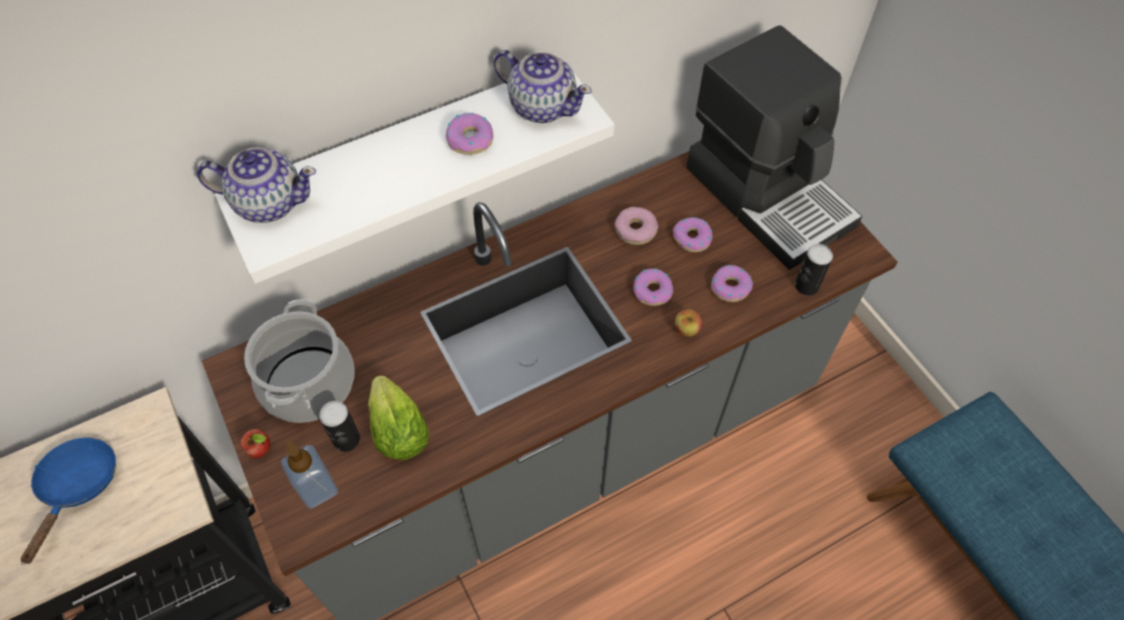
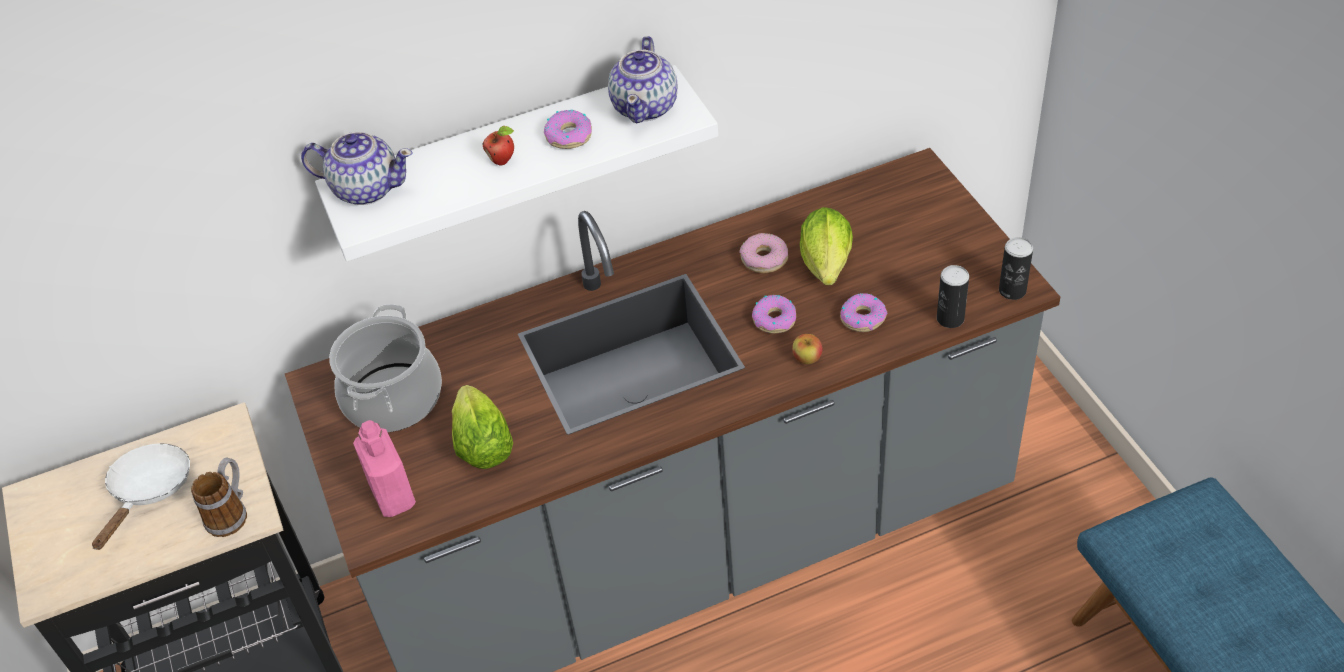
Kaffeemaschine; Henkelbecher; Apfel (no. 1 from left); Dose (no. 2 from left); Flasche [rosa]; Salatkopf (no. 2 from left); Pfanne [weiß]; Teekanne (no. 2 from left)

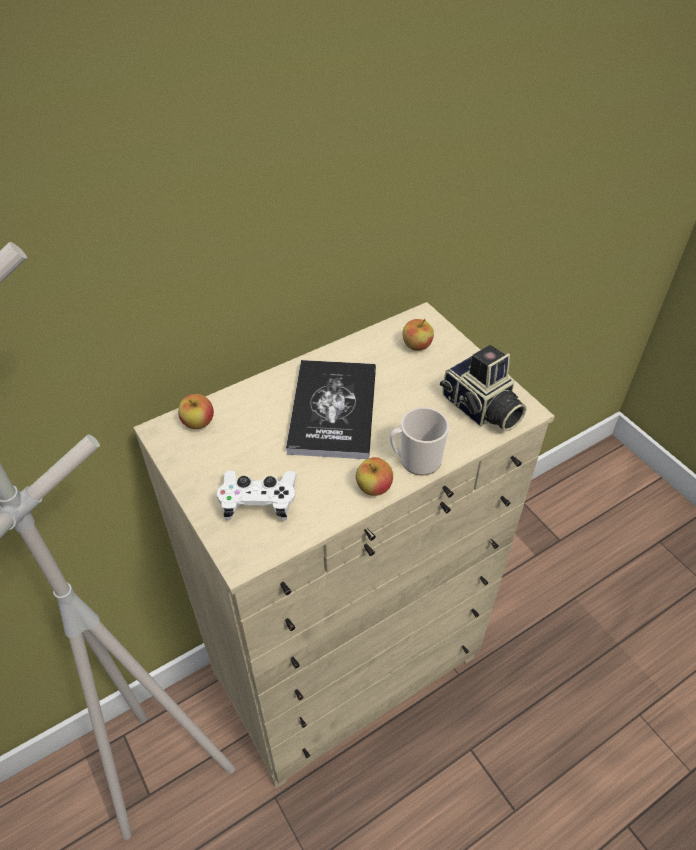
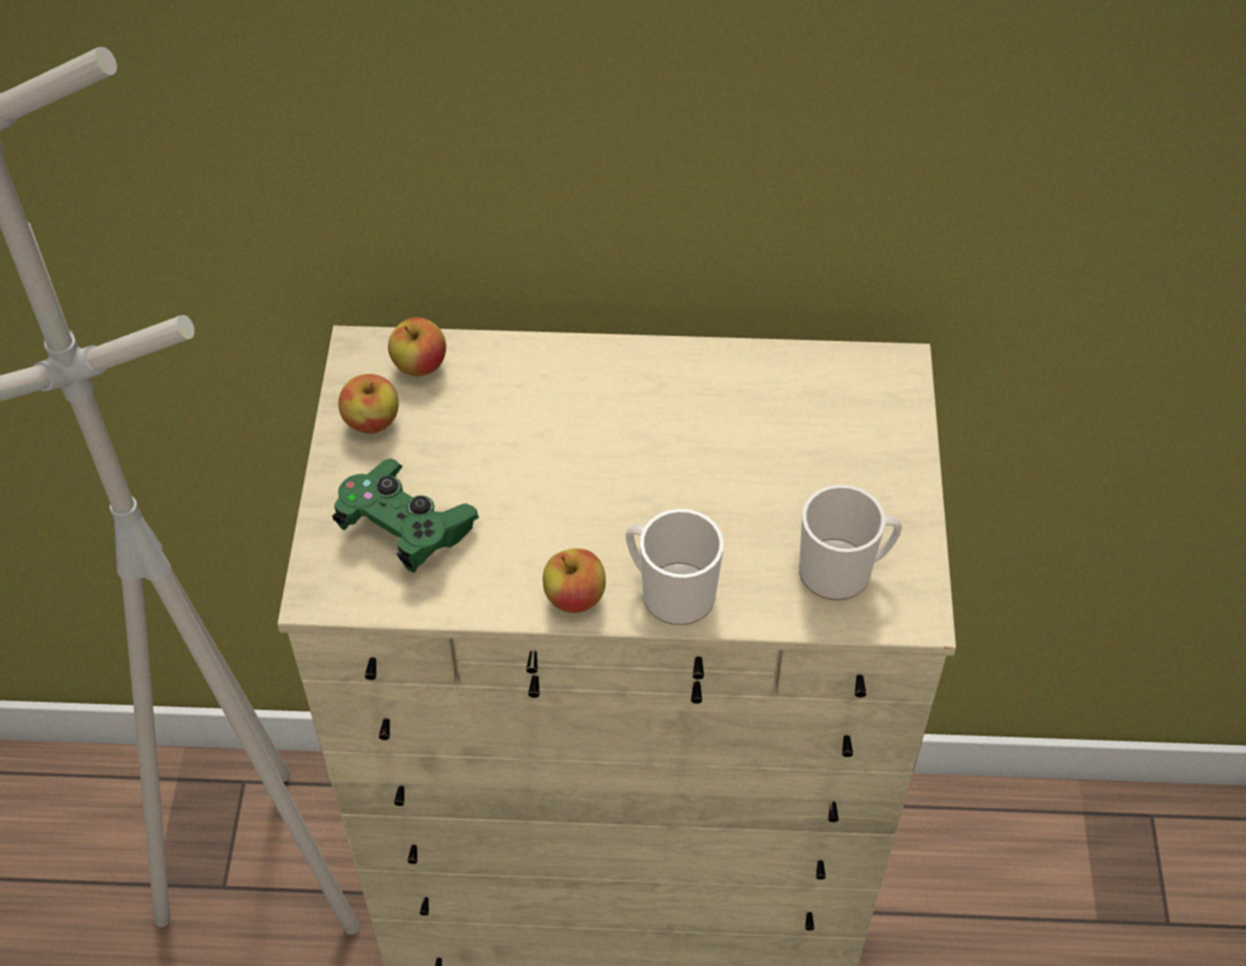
Buch; Apfel (no. 1 from left); Henkelbecher (no. 2 from left); Gamepad [grün]

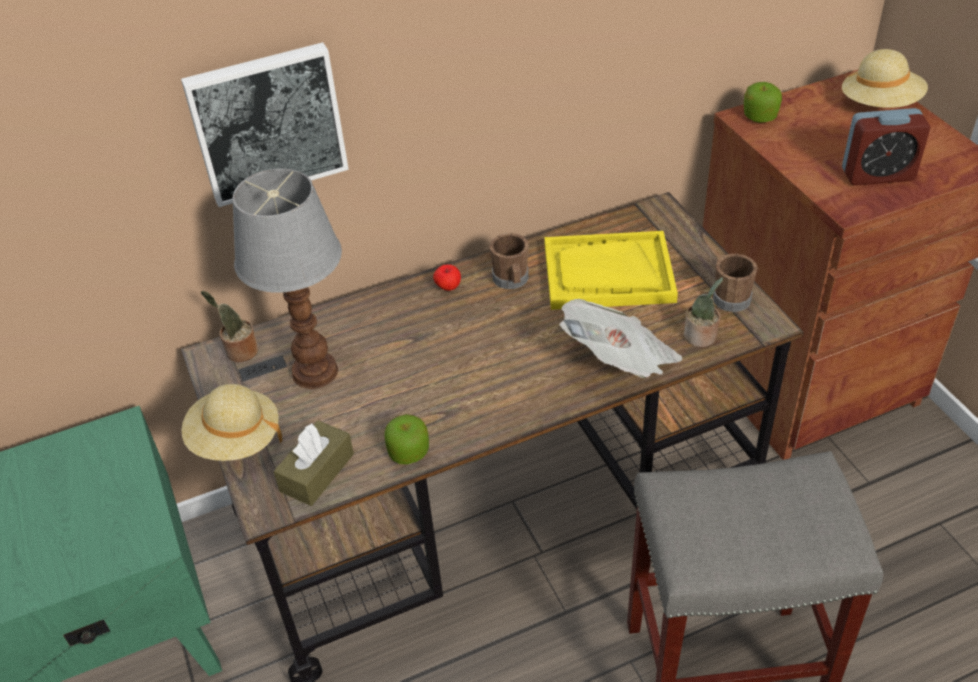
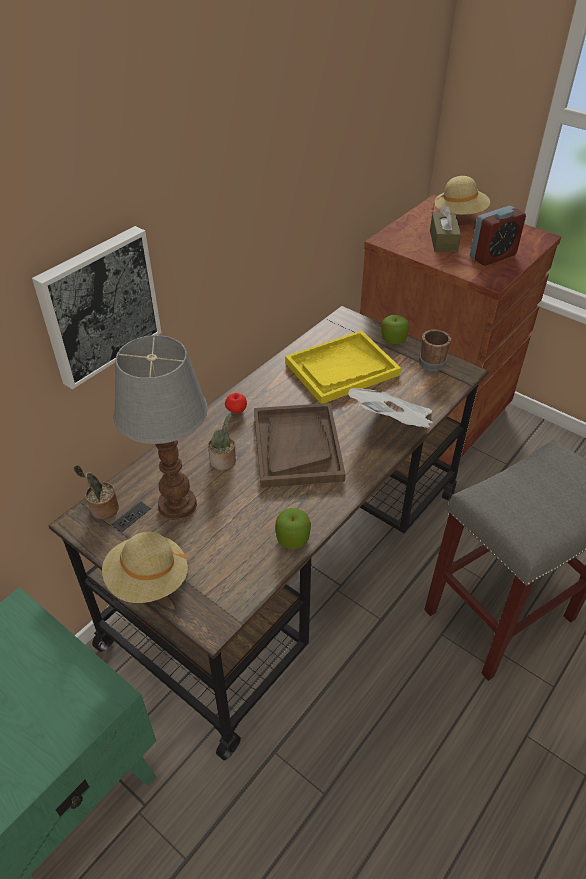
Henkelbecher [braun] (no. 1 from left in the first image); Tablett [braun]; Taschentuchbox [braun]; Topfpflanze (no. 2 from left); Apfel (no. 3 from left)

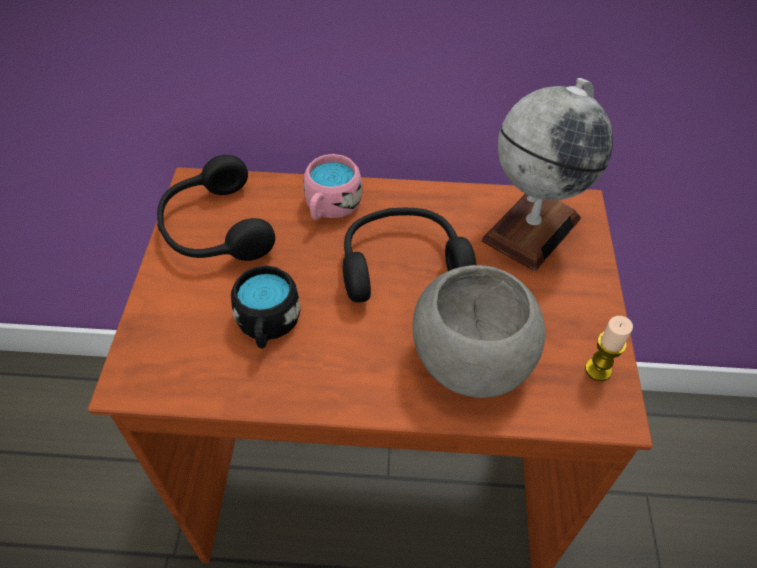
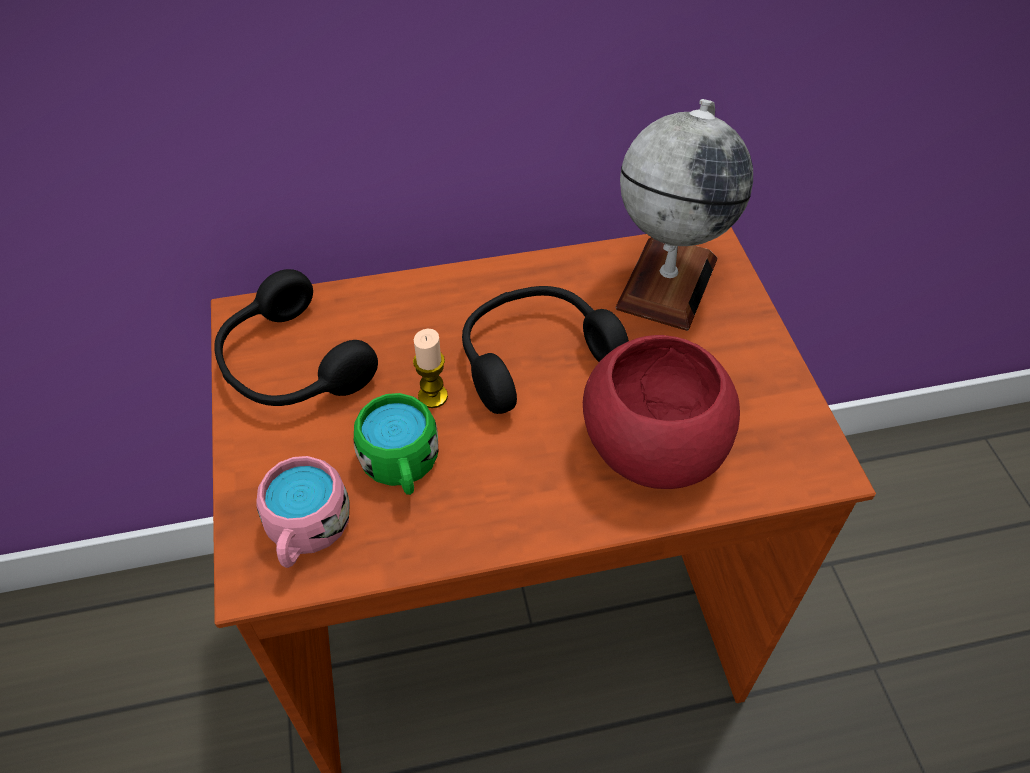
Henkelbecher [rosa]; Kerze; Henkelbecher [grün]; Schüssel [rot]

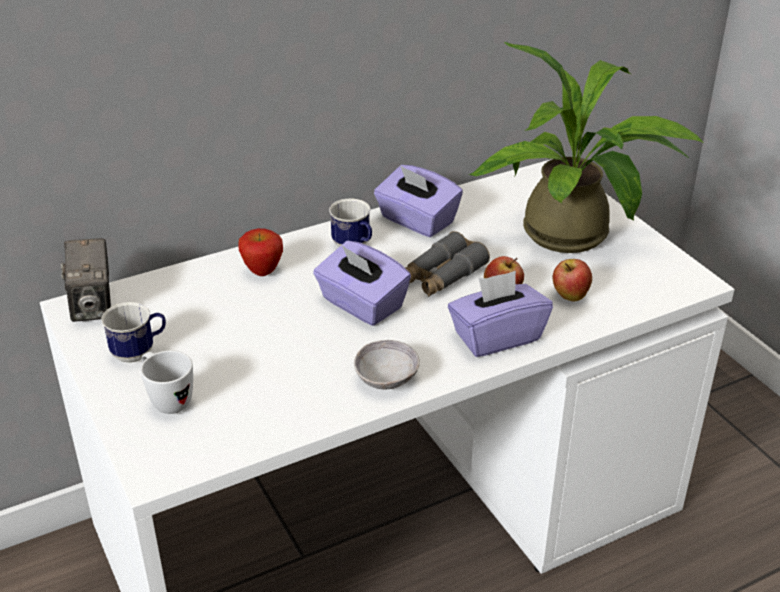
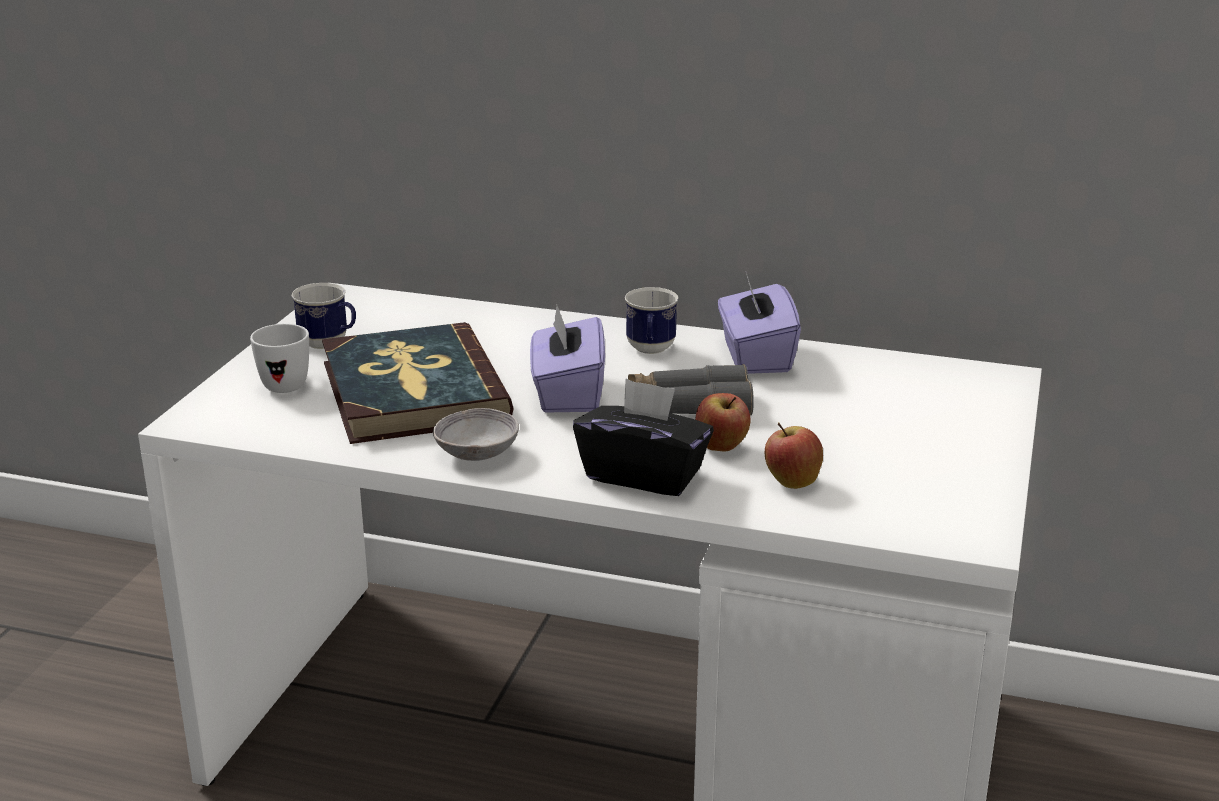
Kamera; Apfel (no. 1 from left in the first image); Topfpflanze; Buch; Taschentuchbox [schwarz]

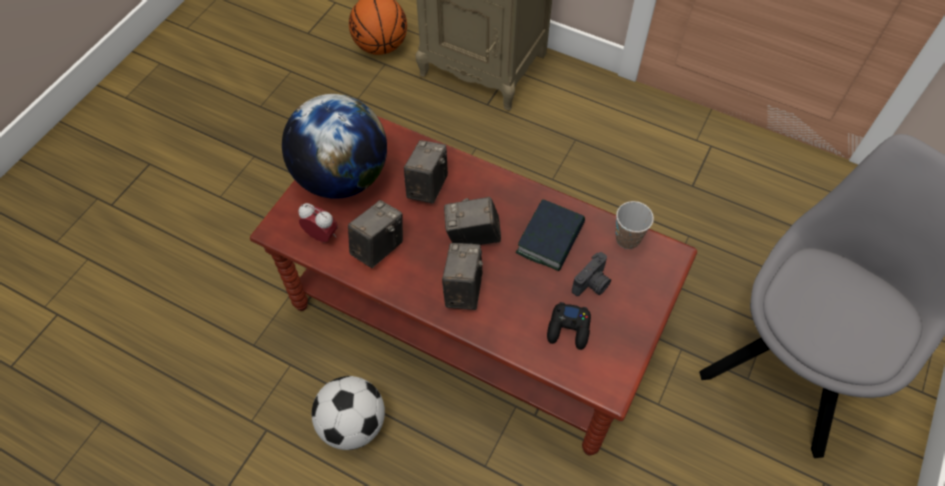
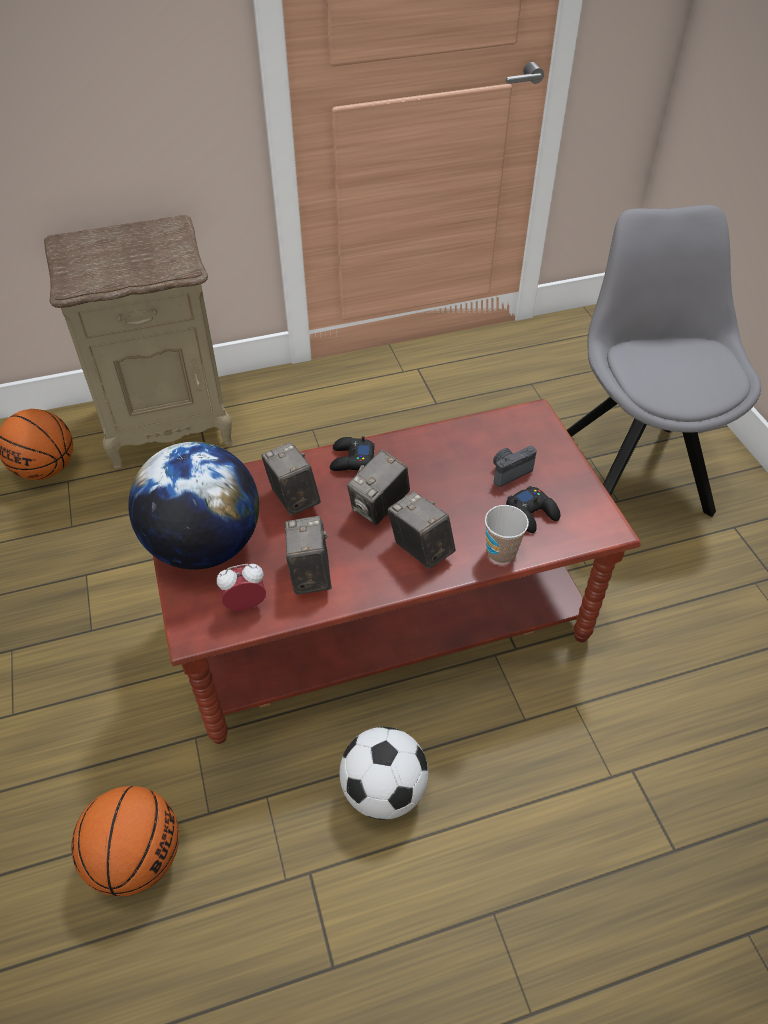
Buch; Basketball (no. 2 from left); Gamepad [schwarz] (no. 1 from left); Tasse; Kamera (no. 5 from left)

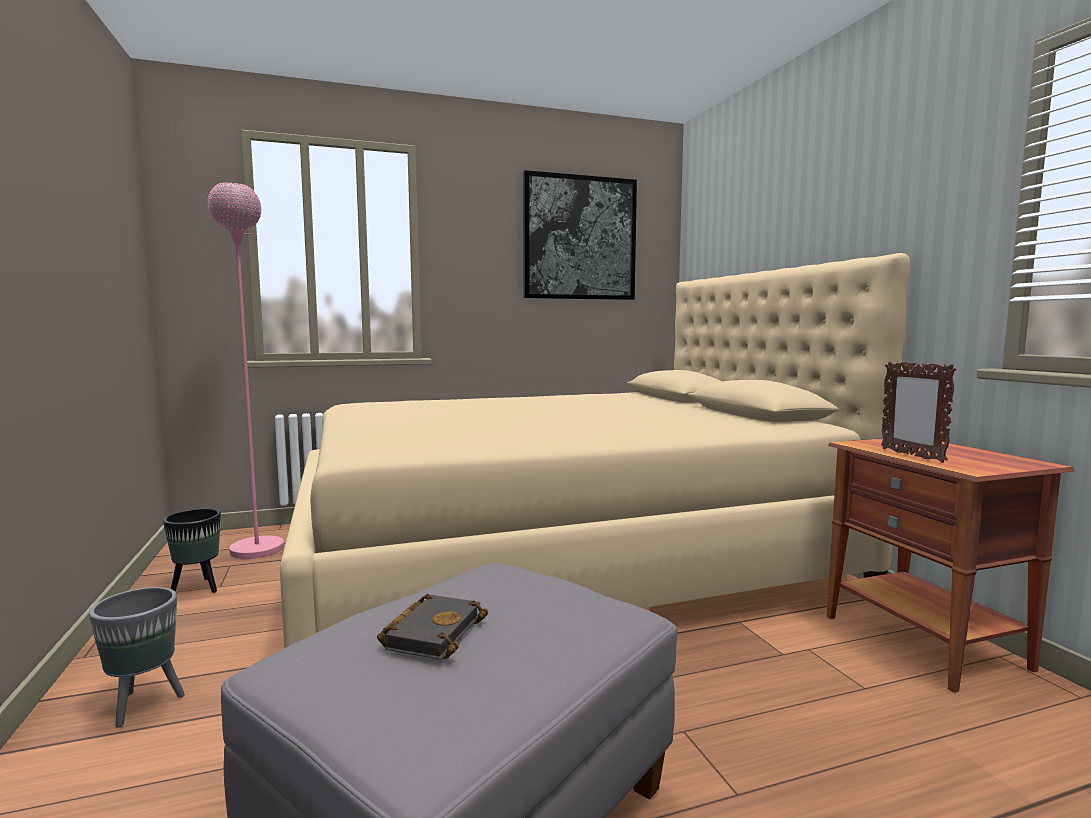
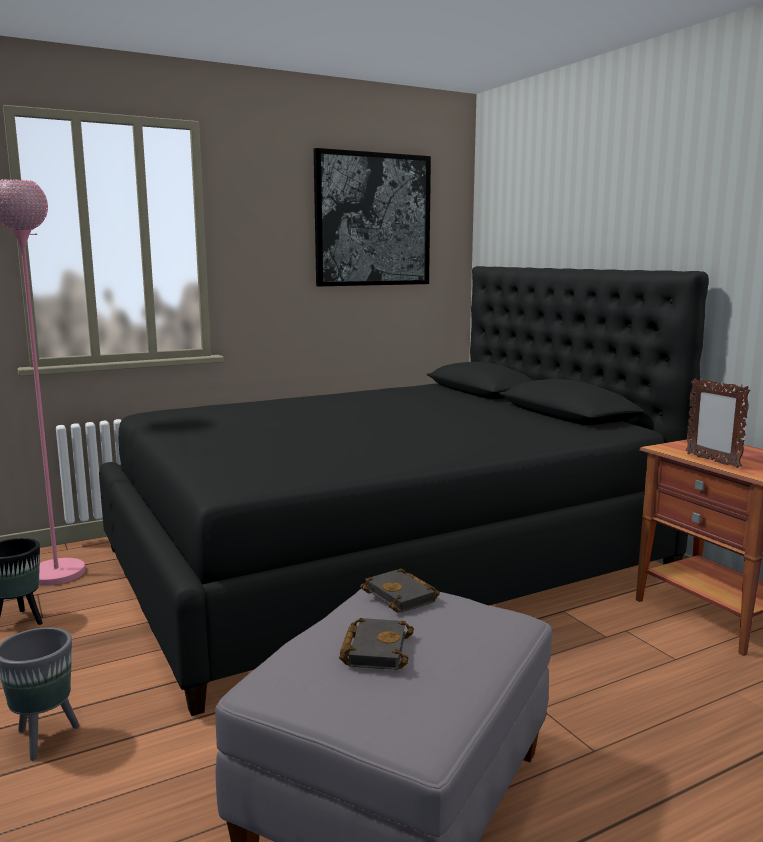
Buch [schwarz] (no. 2 from left); Bett [schwarz]

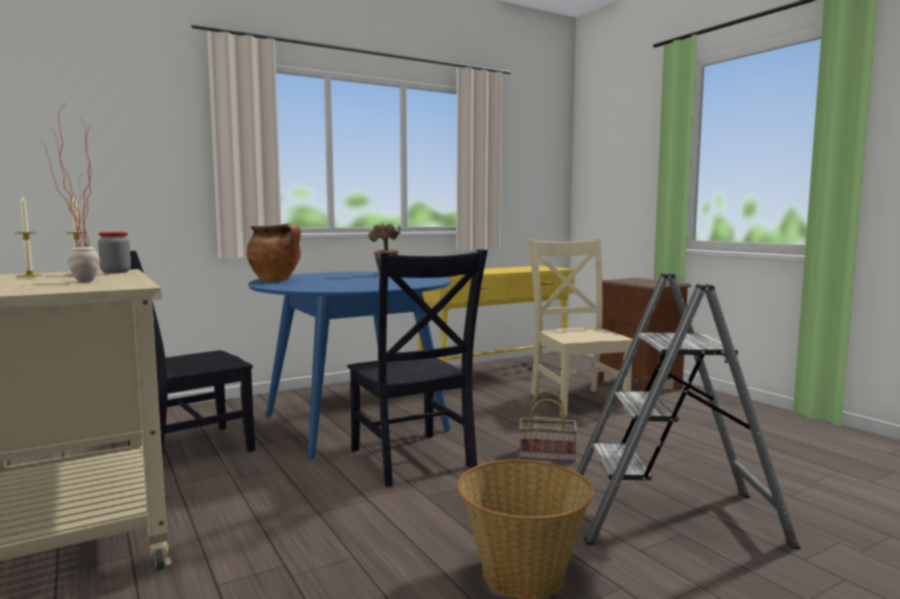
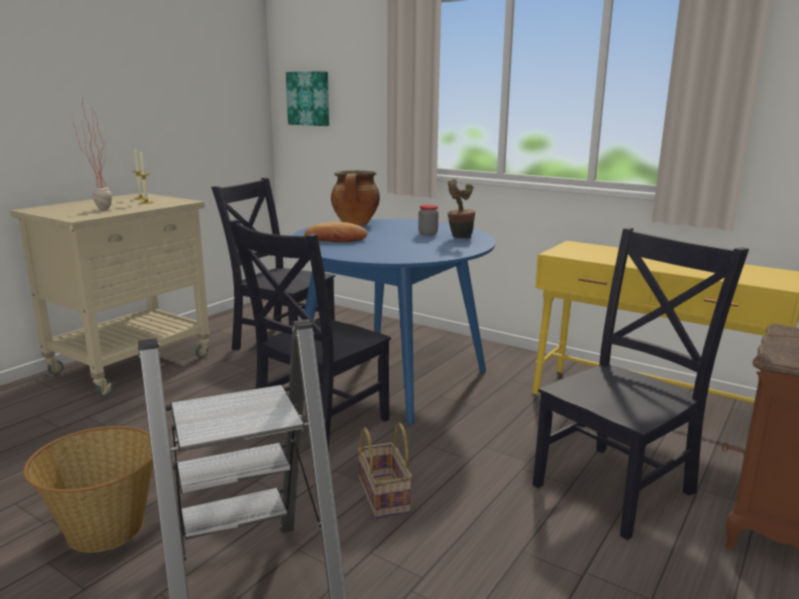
Bild; Brot; Vorratsglas; Stuhl [schwarz] (no. 3 from left)

